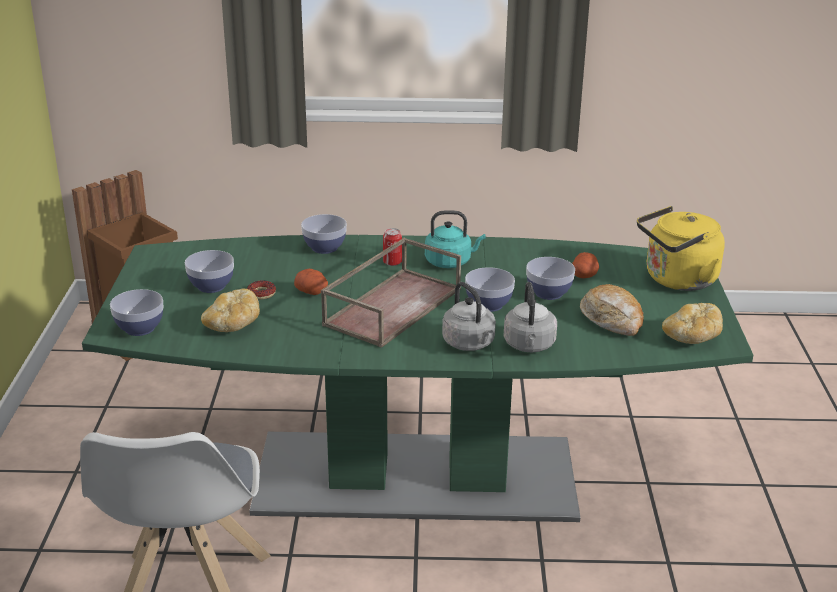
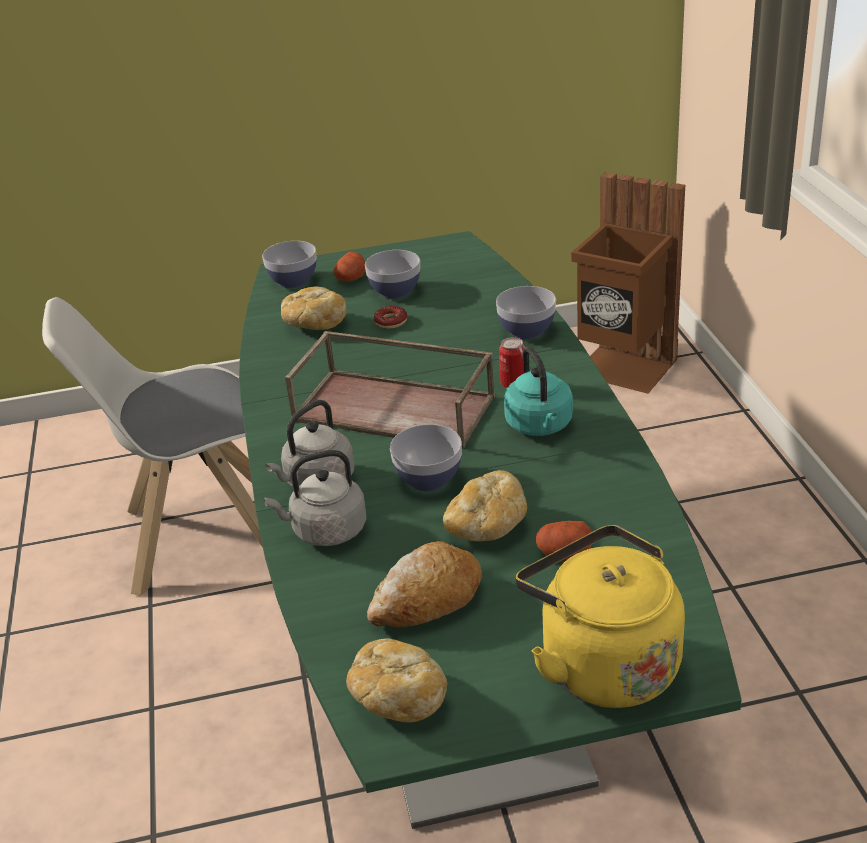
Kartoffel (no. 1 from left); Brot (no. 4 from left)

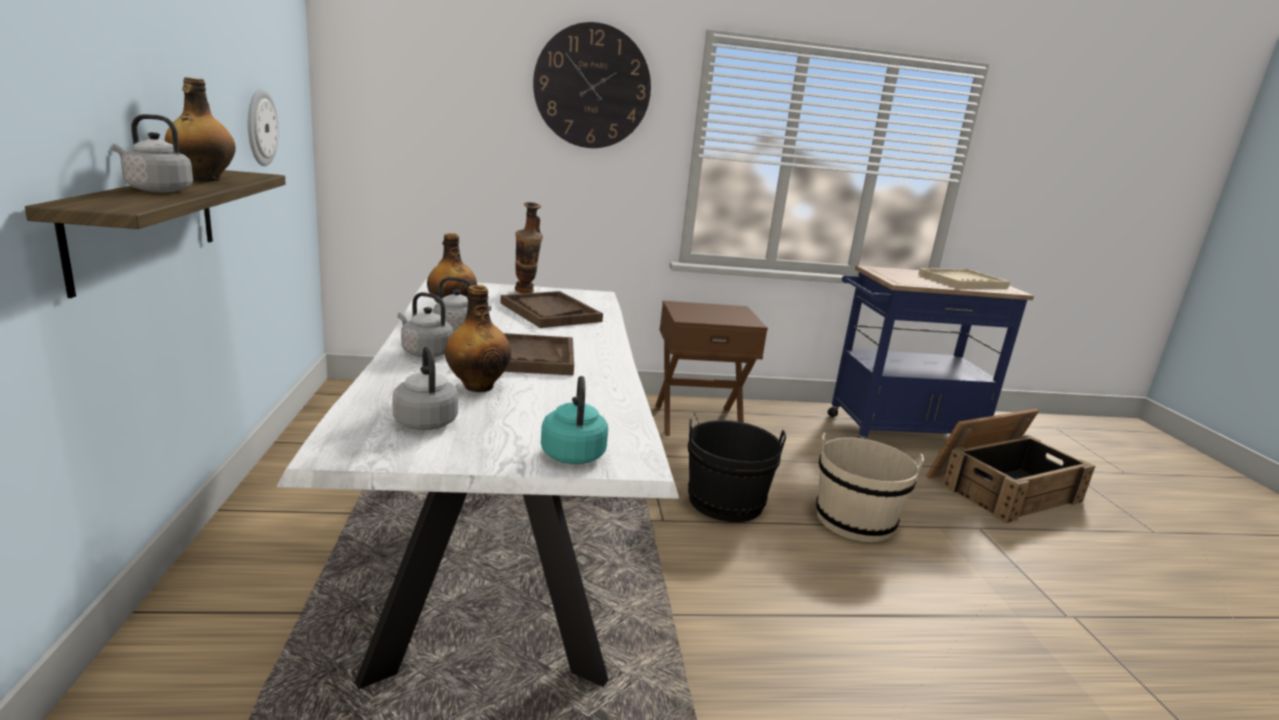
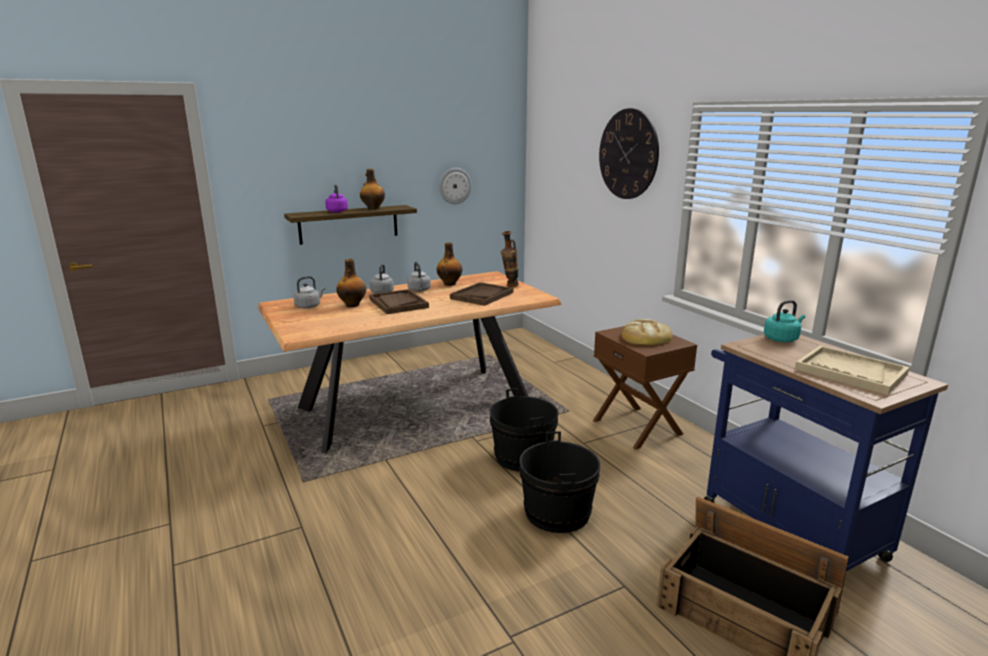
Brot; Wasserkessel [türkis]; Wasserkessel [lila]; Esstisch [braun]; Eimer [schwarz] (no. 2 from left)

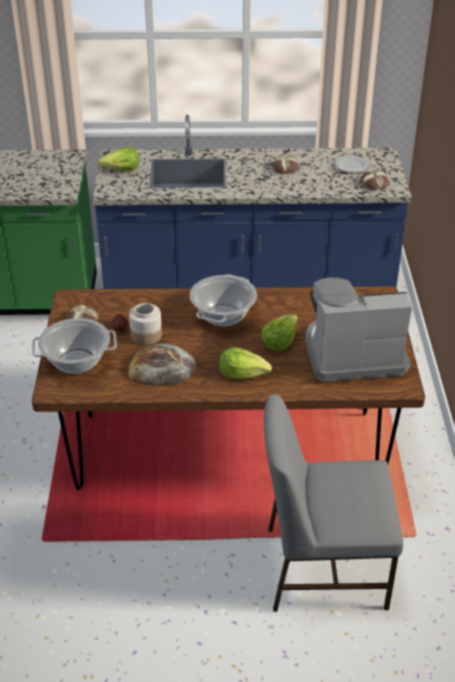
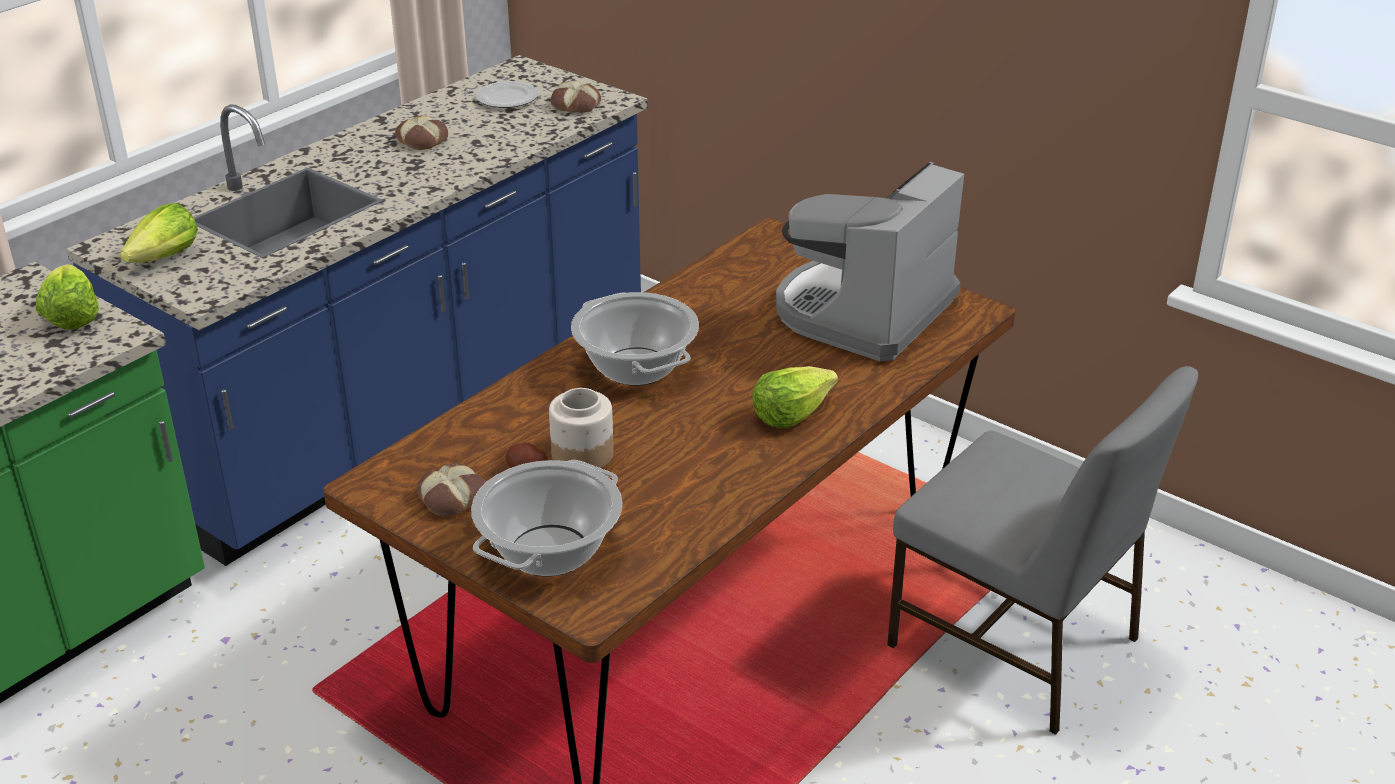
Brot (no. 2 from left in the first image); Salatkopf (no. 1 from left); Stuhl [grau]

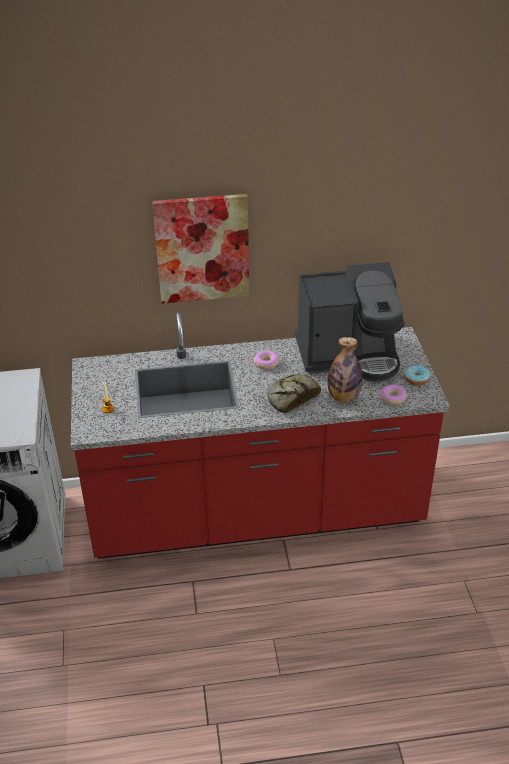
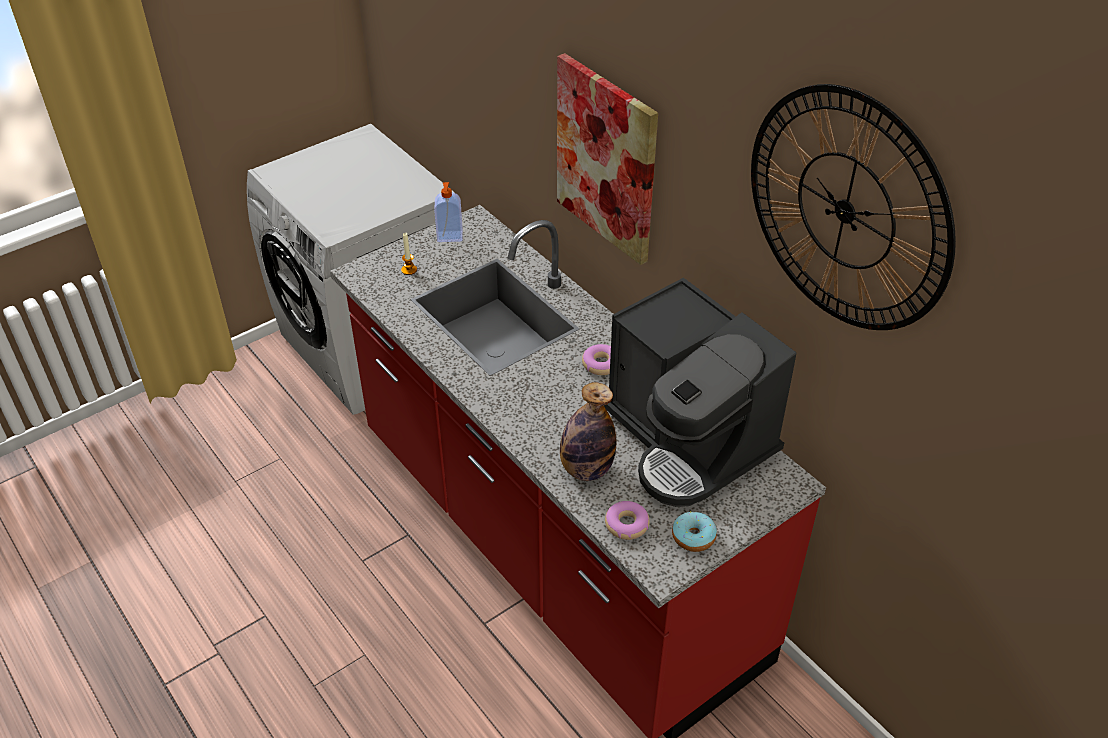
Brot; Seifenspender; Wanduhr

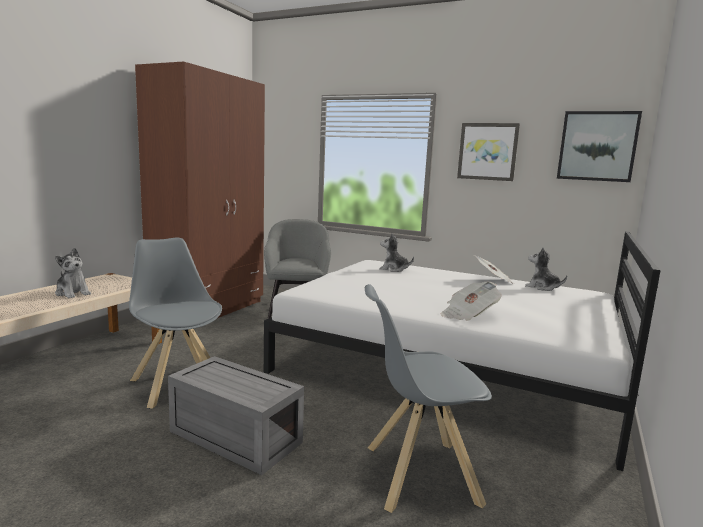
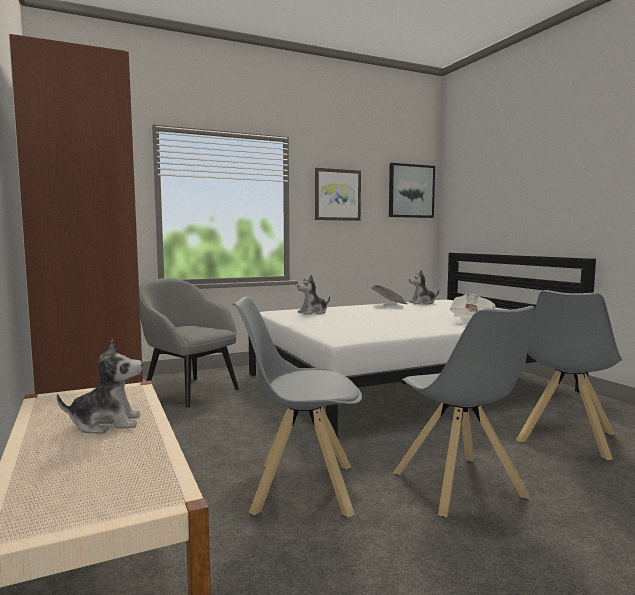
Stuhl [grau] (no. 2 from left)

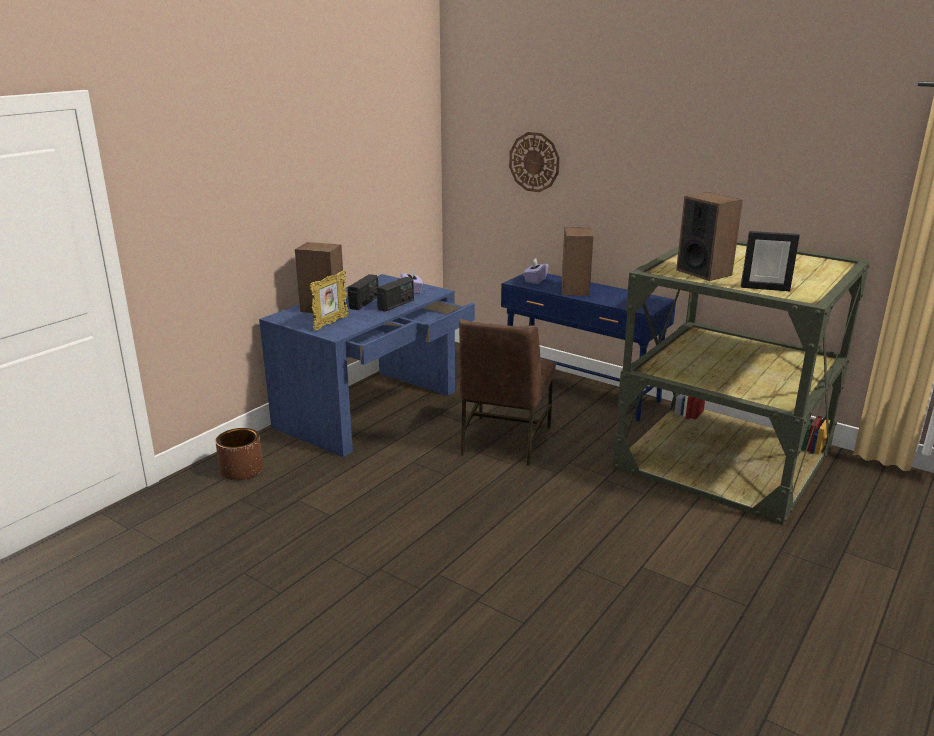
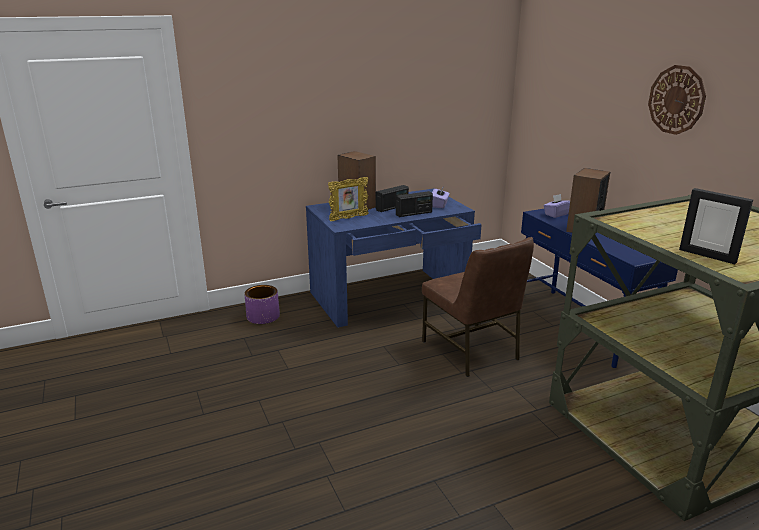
Lautsprecher (no. 3 from left in the first image); Wanduhr; Pflanzkübel [lila]; Stuhl [braun]

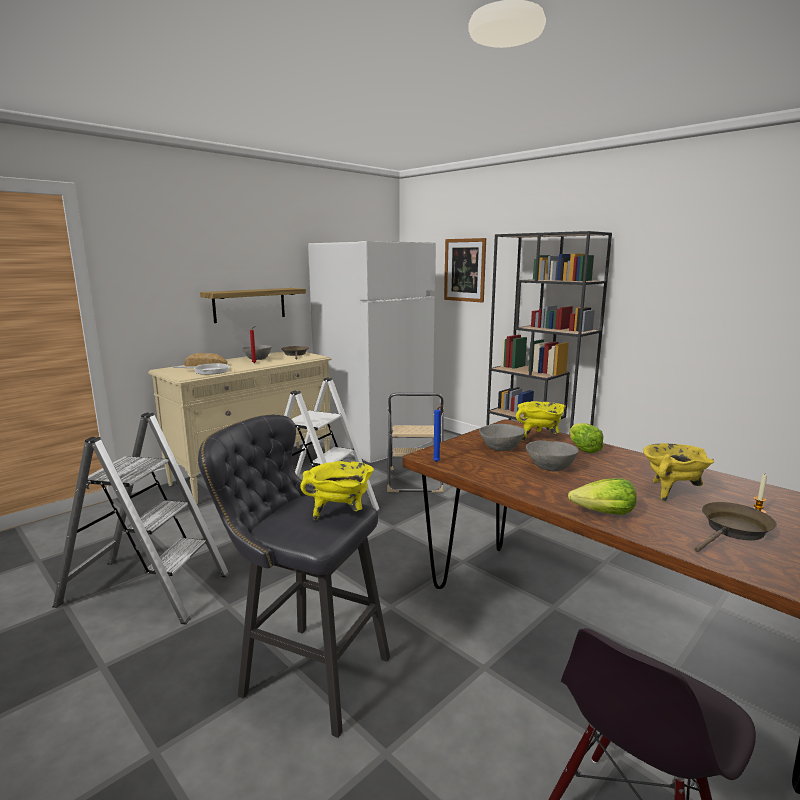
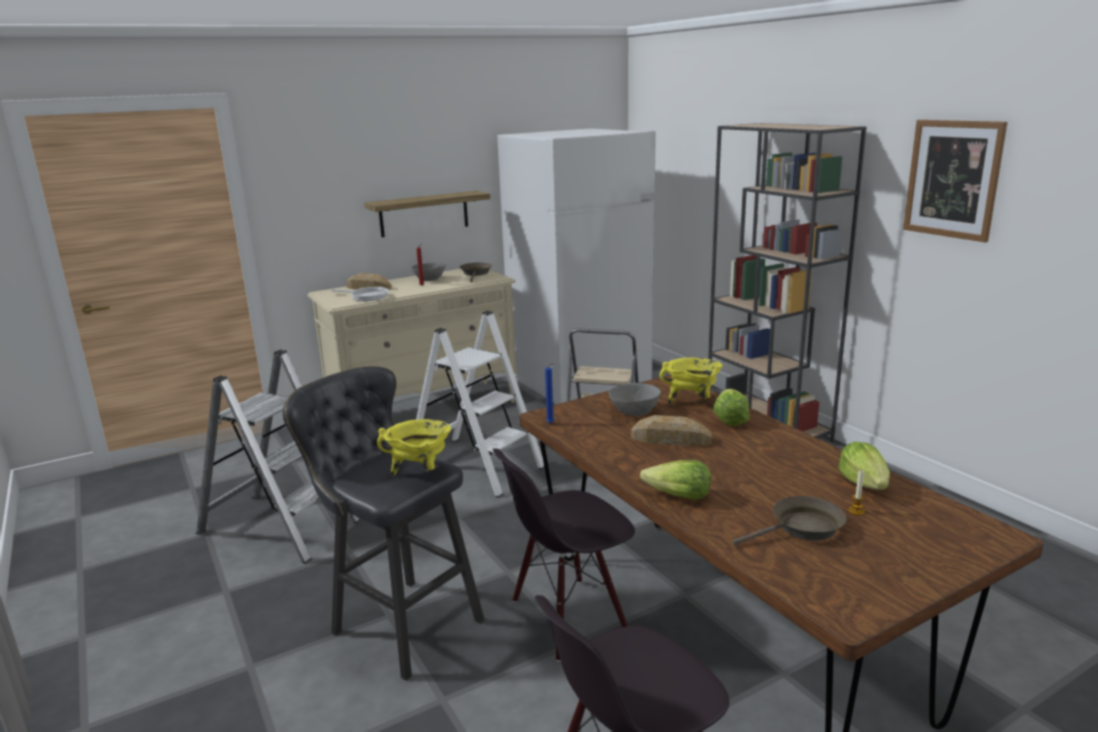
Kochtopf [gelb] (no. 3 from left in the first image); Stuhl [schwarz] (no. 1 from left); Salatkopf (no. 3 from left); Bild; Brot (no. 2 from left)

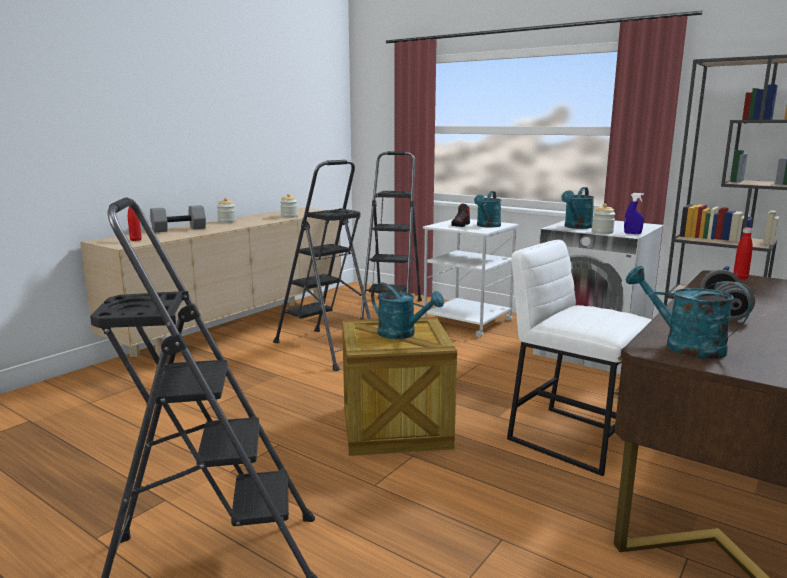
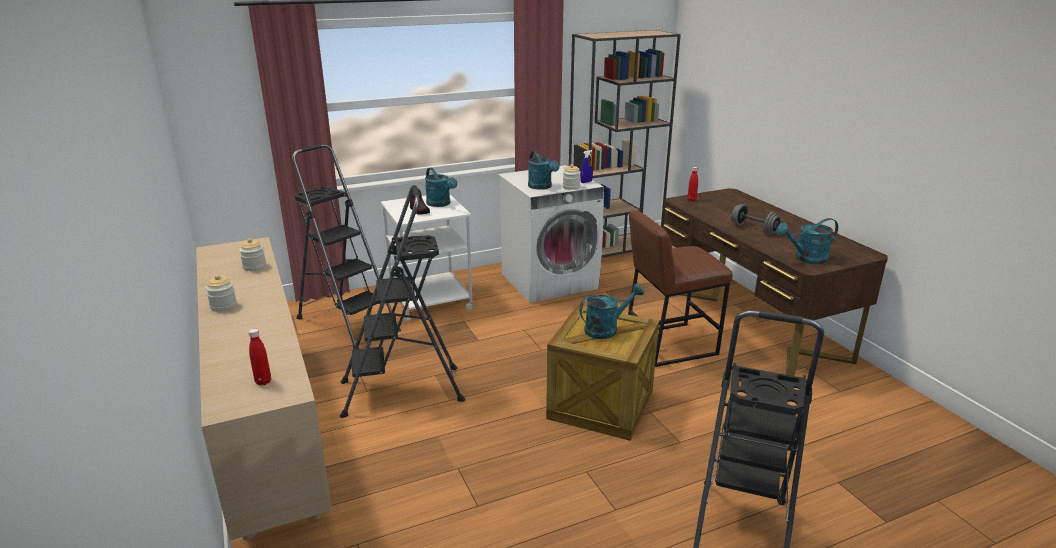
Hantel [grau] (no. 1 from left in the first image); Stuhl [braun]

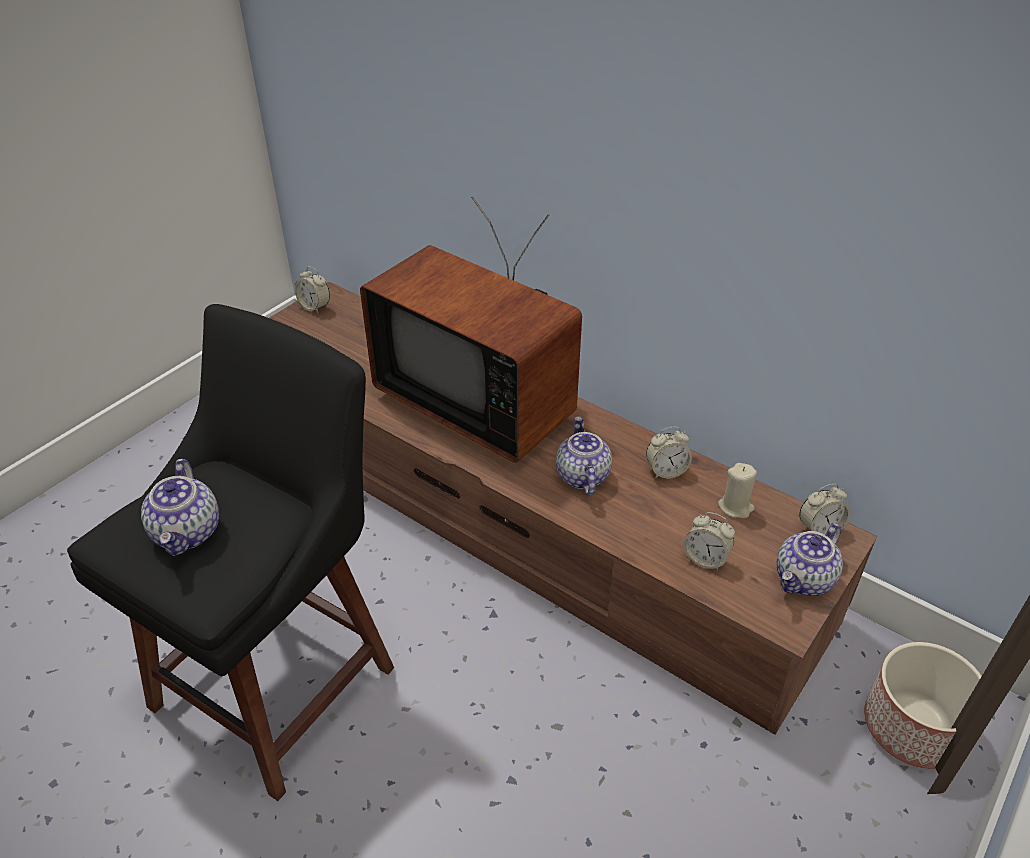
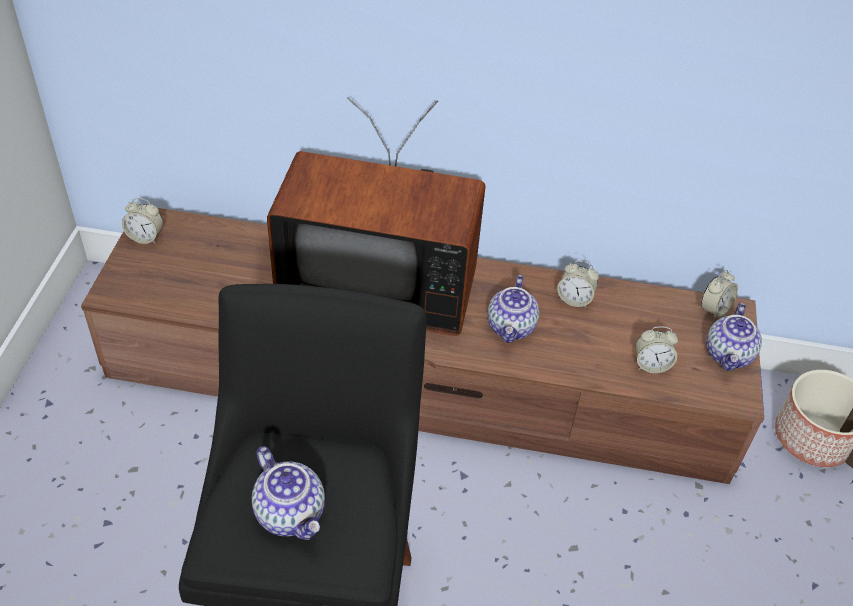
Kerze [beige]; Teekanne (no. 2 from left); Wecker (no. 2 from left)

